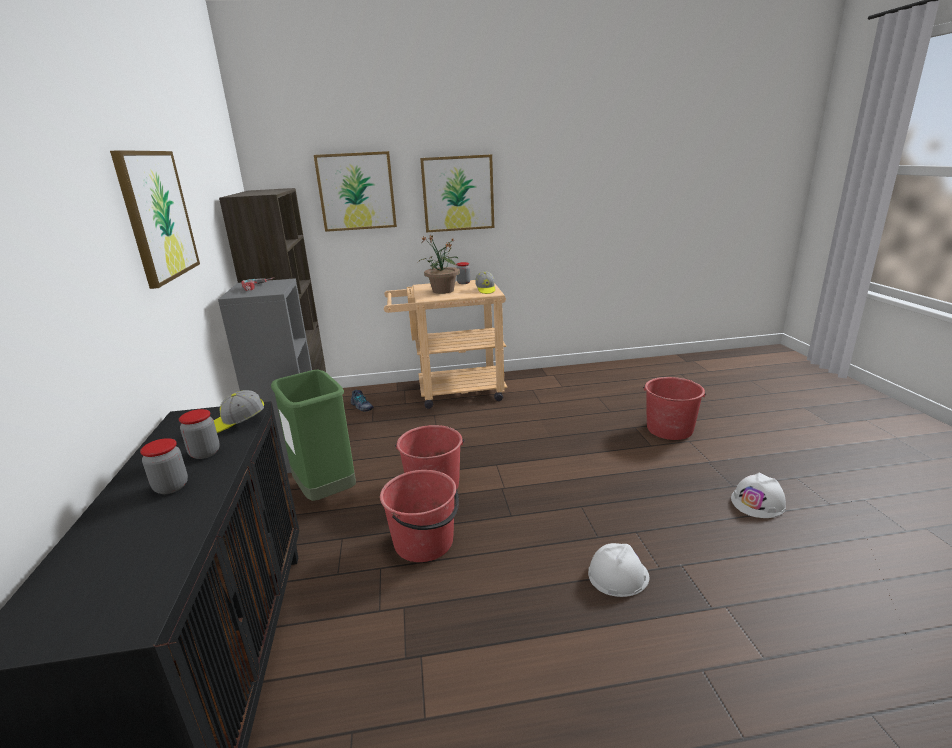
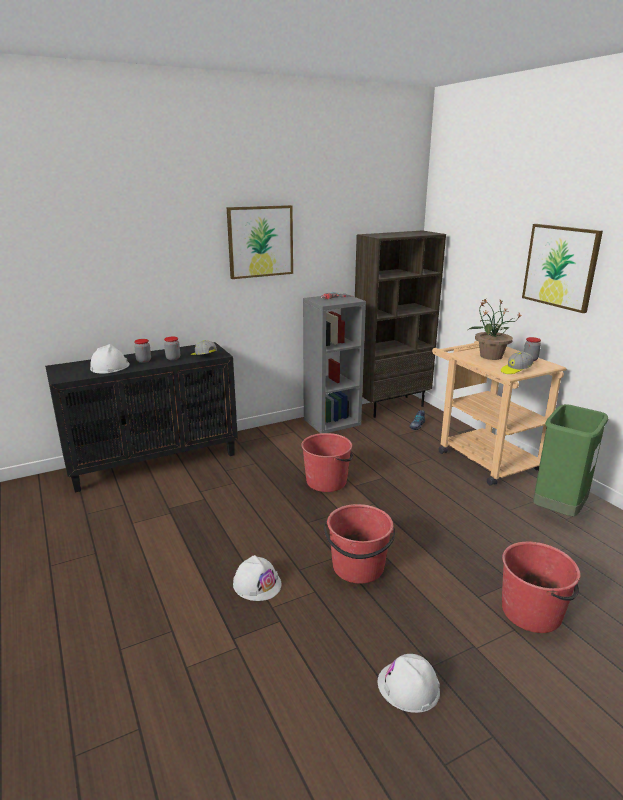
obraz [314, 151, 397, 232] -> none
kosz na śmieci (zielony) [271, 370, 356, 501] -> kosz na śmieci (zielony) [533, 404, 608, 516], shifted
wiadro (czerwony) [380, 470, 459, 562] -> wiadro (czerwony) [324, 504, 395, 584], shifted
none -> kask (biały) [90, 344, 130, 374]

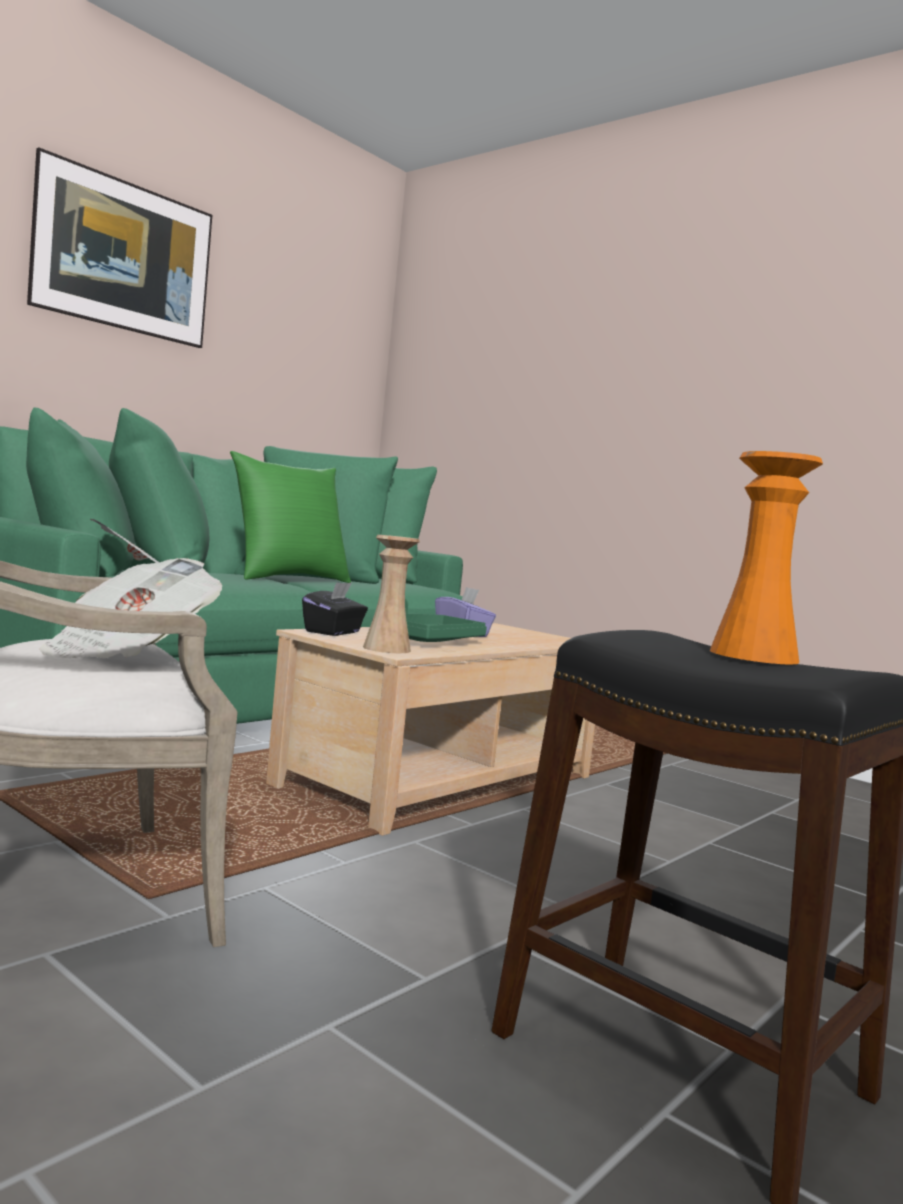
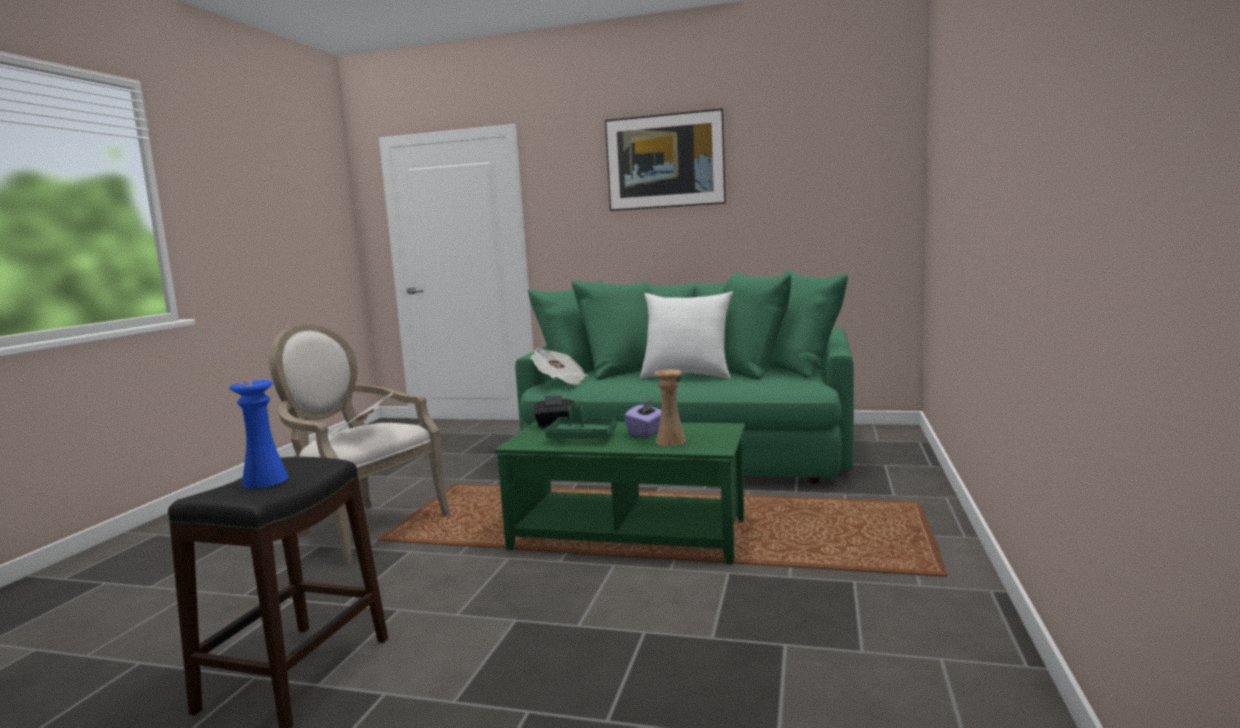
poduszka (zielony) [230, 451, 351, 583] -> poduszka (biały) [640, 291, 733, 379]
wazon (pomarańczowy) [710, 451, 823, 665] -> wazon (niebieski) [230, 380, 289, 488]
wazon (beżowy) [363, 535, 420, 653] -> wazon (beżowy) [654, 370, 686, 446], shifted
ława (beżowy) [266, 623, 595, 836] -> ława (zielony) [495, 420, 745, 564]

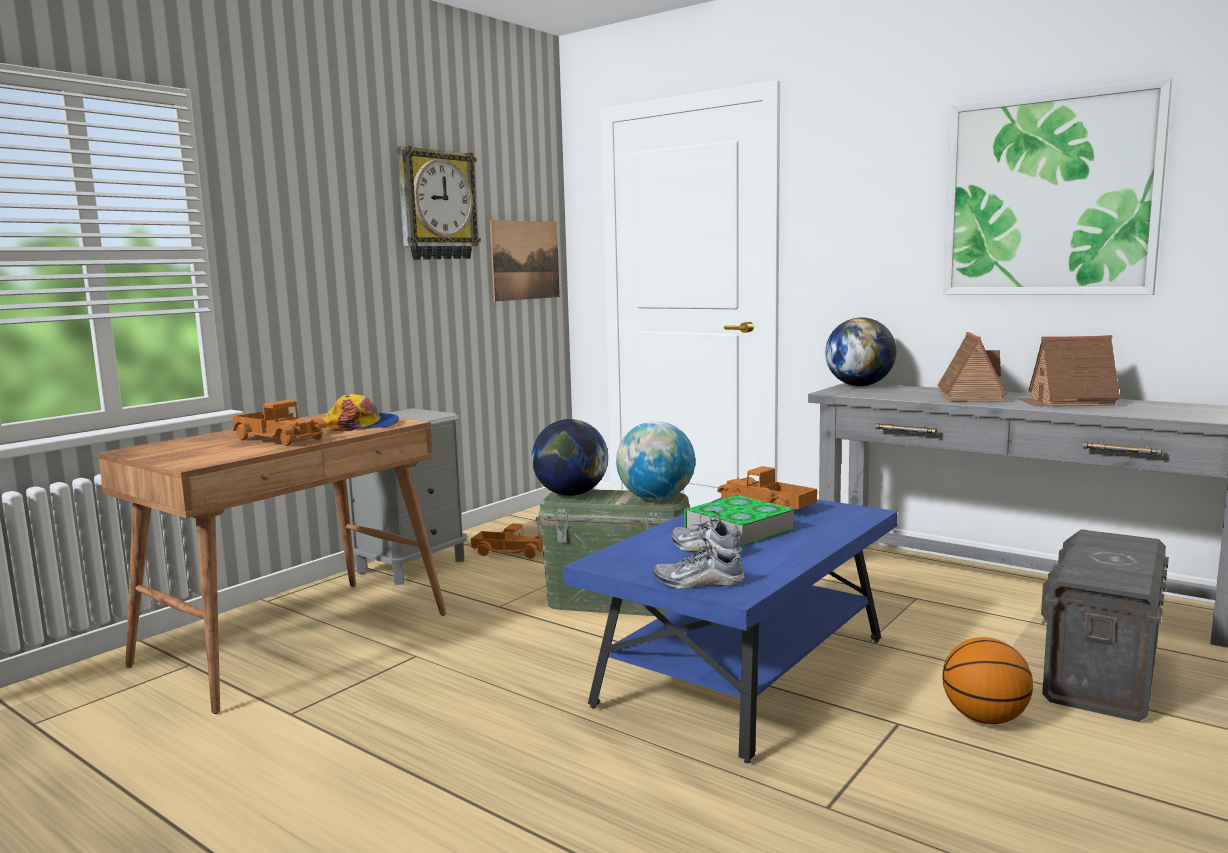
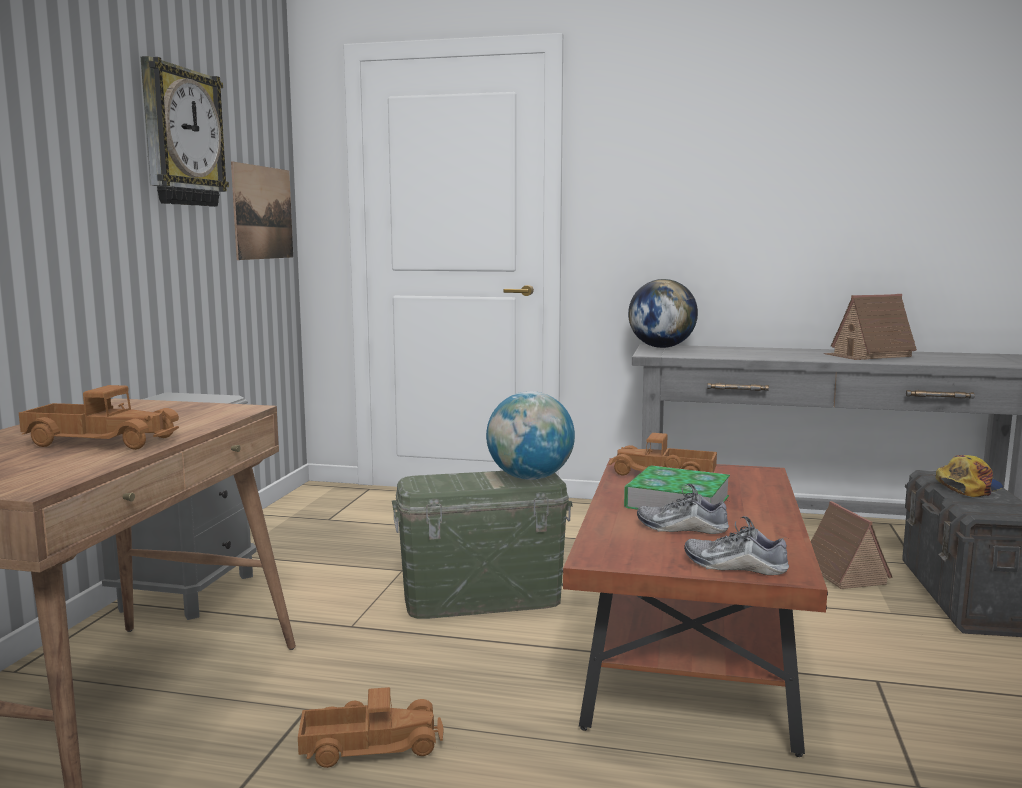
obraz [943, 78, 1172, 295] -> none
domek [937, 332, 1007, 402] -> domek [811, 501, 893, 589], shifted
czapka z daszkiem [323, 394, 399, 431] -> czapka z daszkiem [936, 455, 1003, 497], shifted
globus [531, 419, 608, 496] -> none
ława (niebieski) [563, 497, 897, 763] -> ława (brązowy) [562, 458, 828, 757]
ciężarówka zabawkowa [471, 523, 543, 559] -> ciężarówka zabawkowa [298, 687, 443, 768], shifted
but [653, 537, 745, 589] -> but [684, 516, 789, 575], 45 degrees clockwise
piłka do koszykówki [942, 637, 1033, 724] -> none

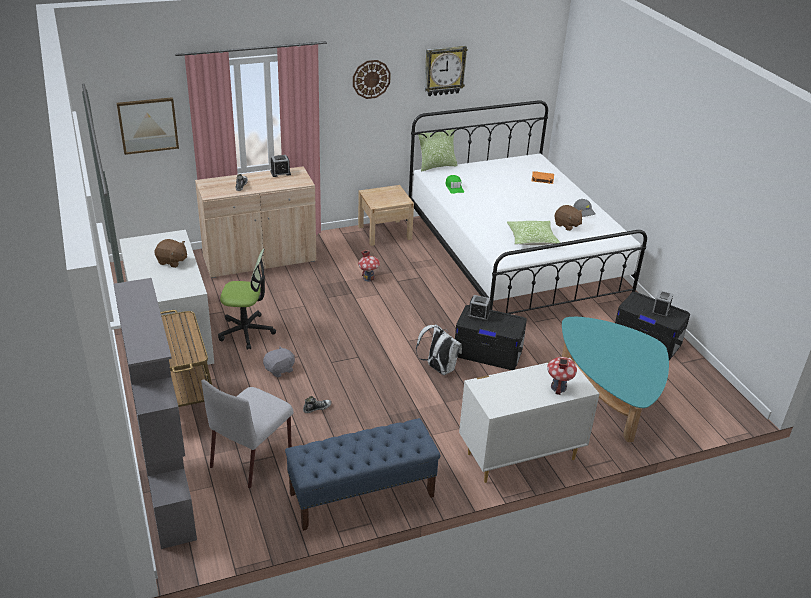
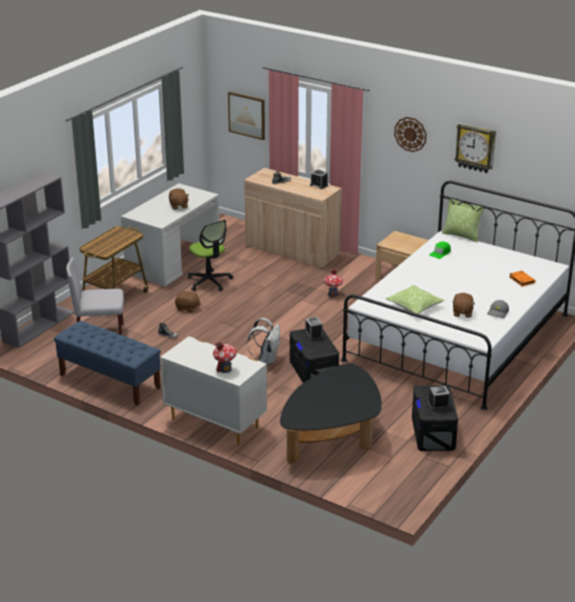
ława (turkusowy) [562, 317, 669, 442] -> ława (czarny) [280, 363, 382, 464]
pluszak (szary) [263, 346, 295, 378] -> pluszak (brązowy) [175, 291, 201, 313]

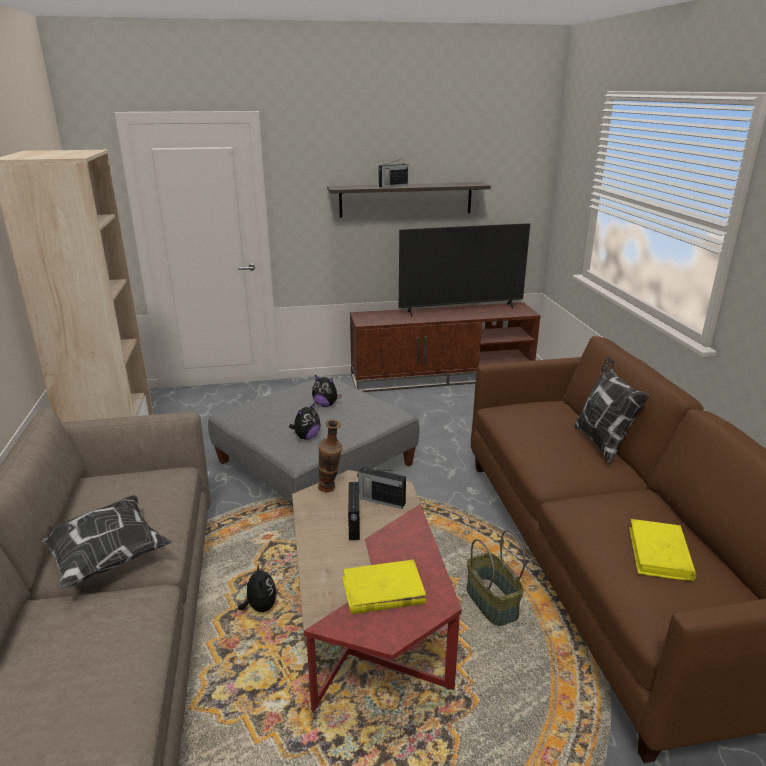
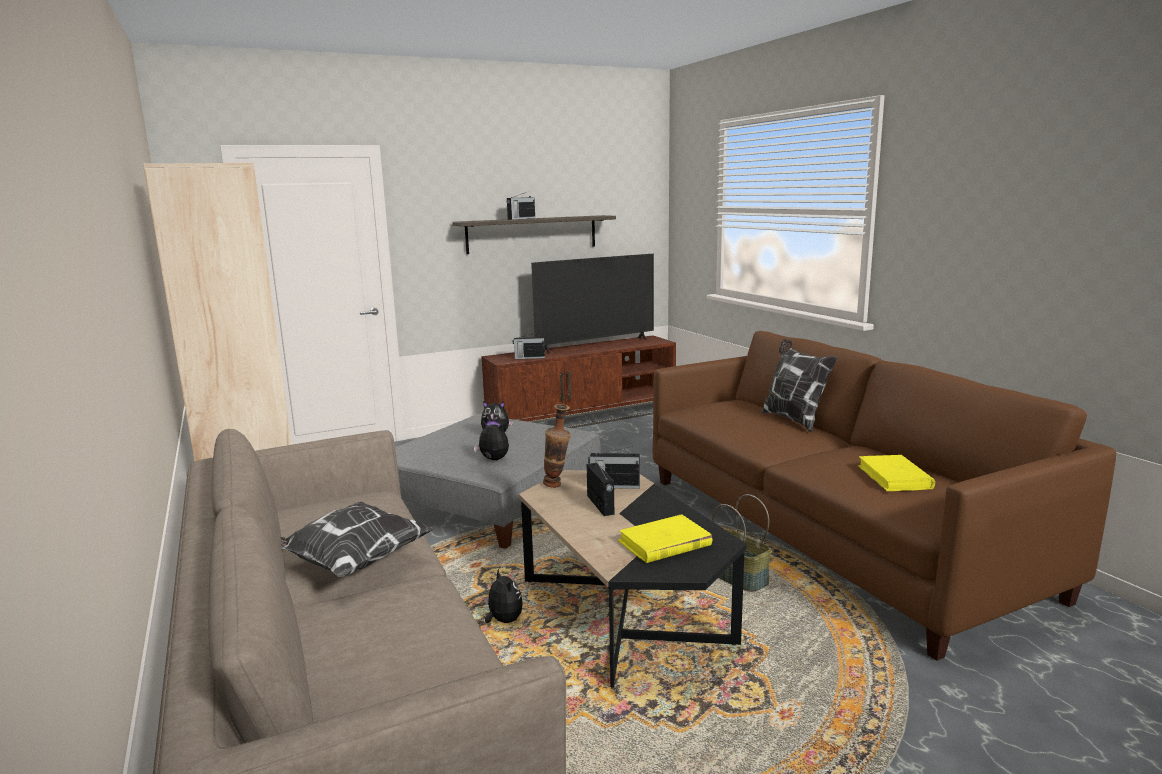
pluszak [289, 402, 321, 440] -> pluszak [474, 421, 509, 460], 90 degrees counterclockwise
ława (czerwony) [292, 470, 462, 711] -> ława (czarny) [519, 470, 747, 688]
none -> radio [513, 333, 545, 359]

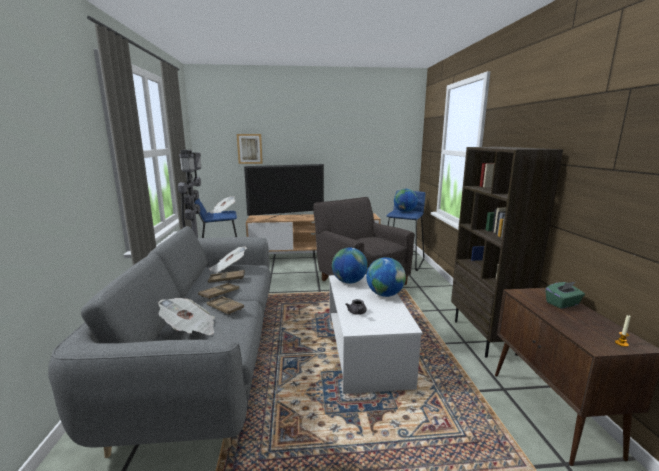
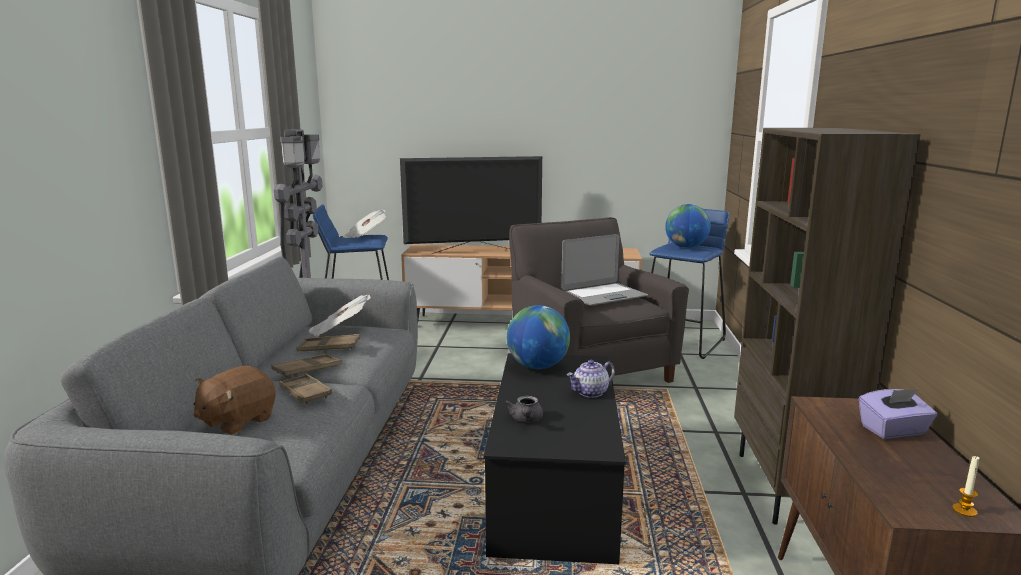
obraz [237, 134, 263, 164] -> none
globus [366, 257, 406, 297] -> imbryk [567, 360, 615, 398]
ława (biały) [329, 274, 423, 394] -> ława (czarny) [483, 353, 626, 564]
pudełko chusteczek (zielony) [545, 281, 585, 309] -> pudełko chusteczek (fioletowy) [859, 389, 937, 439]
gazeta [158, 298, 215, 335] -> pluszak (brązowy) [194, 366, 276, 435]
none -> laptop [561, 234, 648, 305]

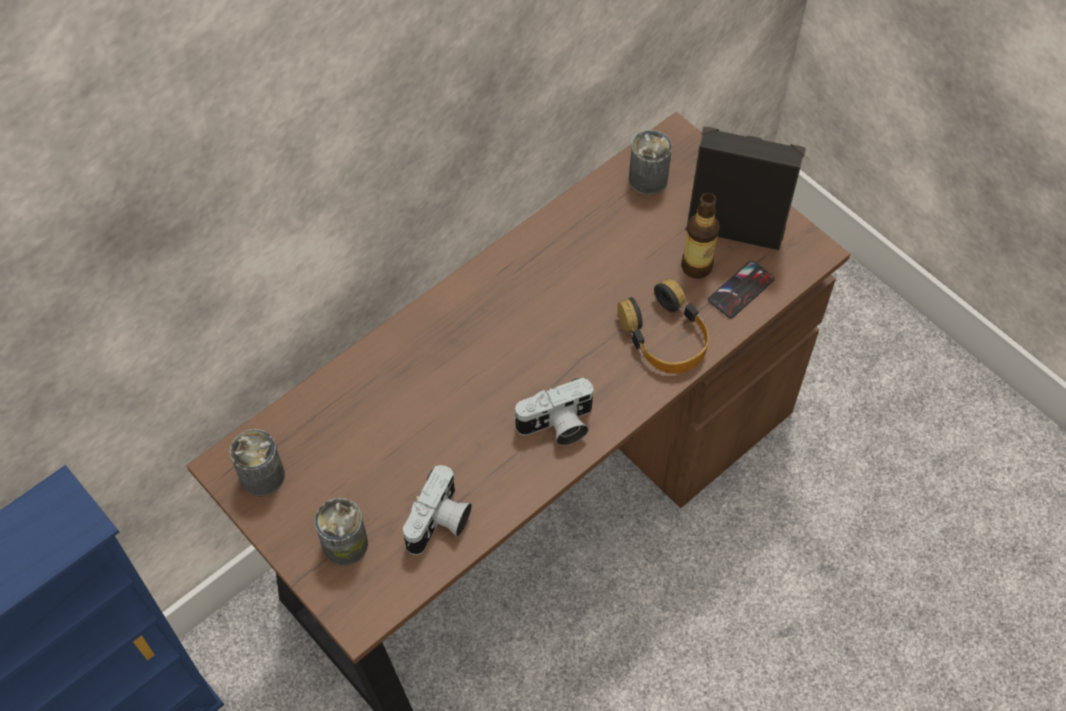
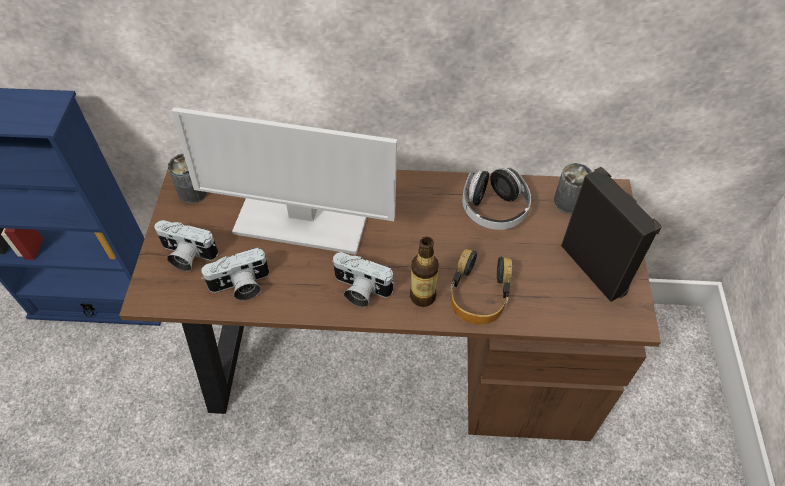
butelka [681, 193, 720, 279] -> butelka [410, 236, 439, 307], shifted
telefon [708, 261, 774, 318] -> none
puszka [315, 498, 368, 566] -> aparat fotograficzny [154, 220, 218, 271]
none -> monitor [171, 107, 397, 255]
none -> słuchawki [462, 167, 531, 230]

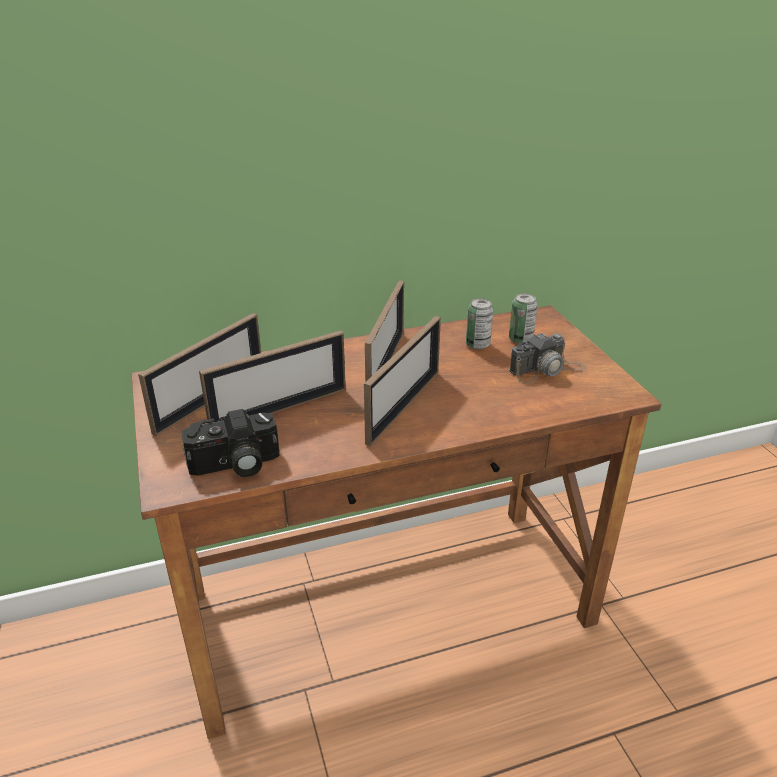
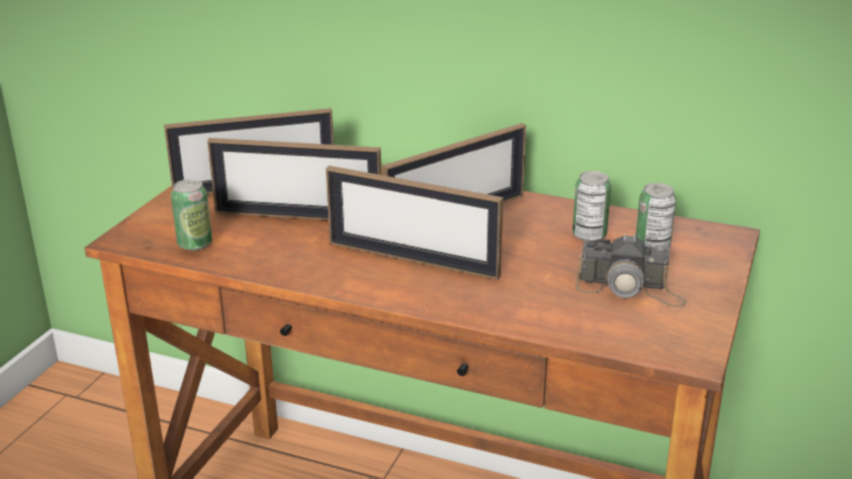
ramka na zdjęcie [364, 316, 441, 446] -> ramka na zdjęcie [326, 166, 503, 280], 45 degrees clockwise
aparat fotograficzny [181, 409, 280, 477] -> puszka [171, 179, 212, 251]

